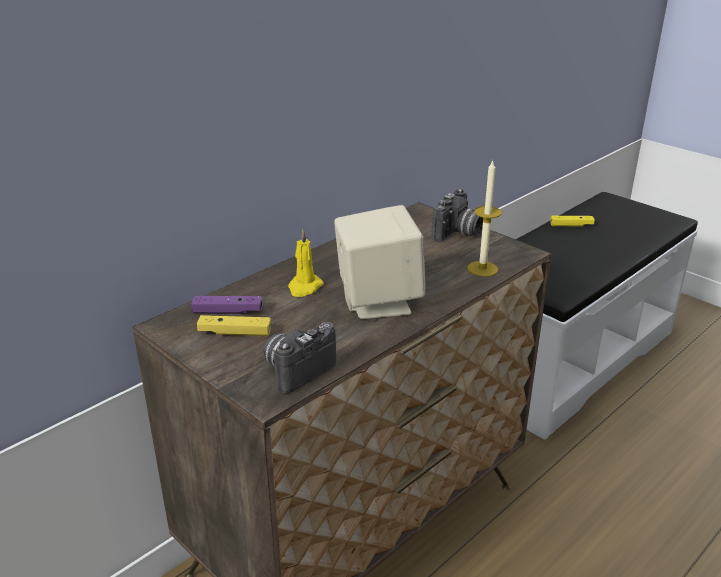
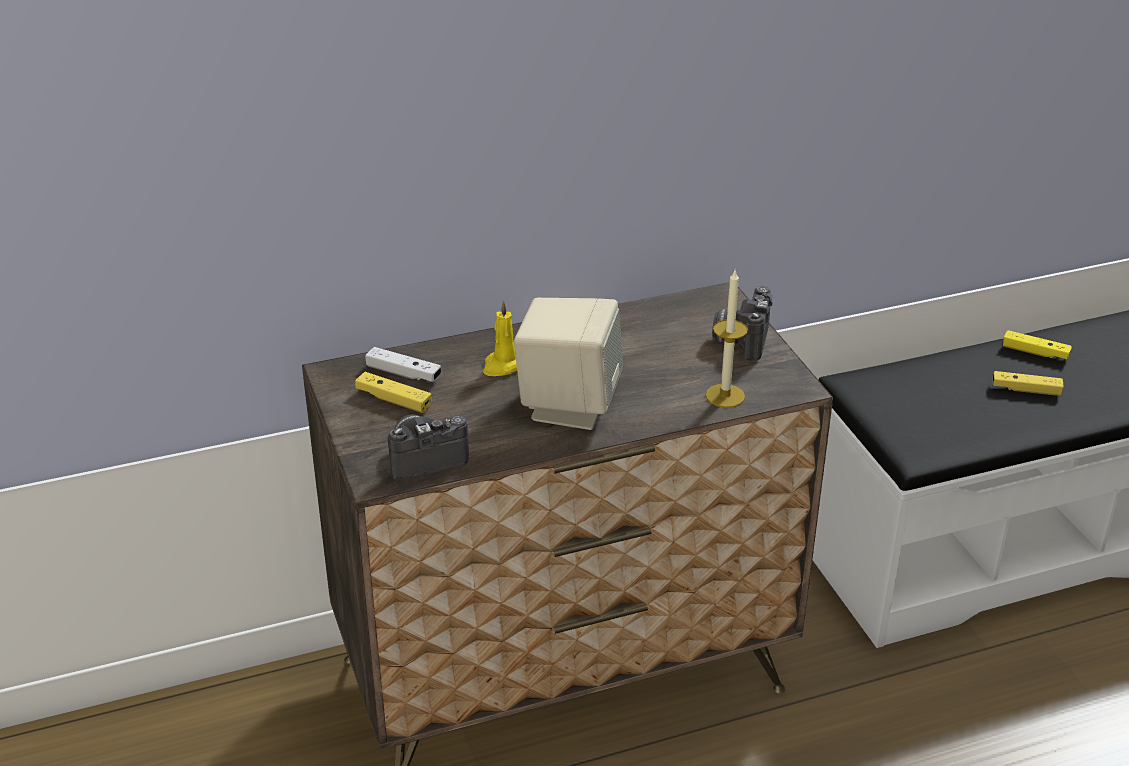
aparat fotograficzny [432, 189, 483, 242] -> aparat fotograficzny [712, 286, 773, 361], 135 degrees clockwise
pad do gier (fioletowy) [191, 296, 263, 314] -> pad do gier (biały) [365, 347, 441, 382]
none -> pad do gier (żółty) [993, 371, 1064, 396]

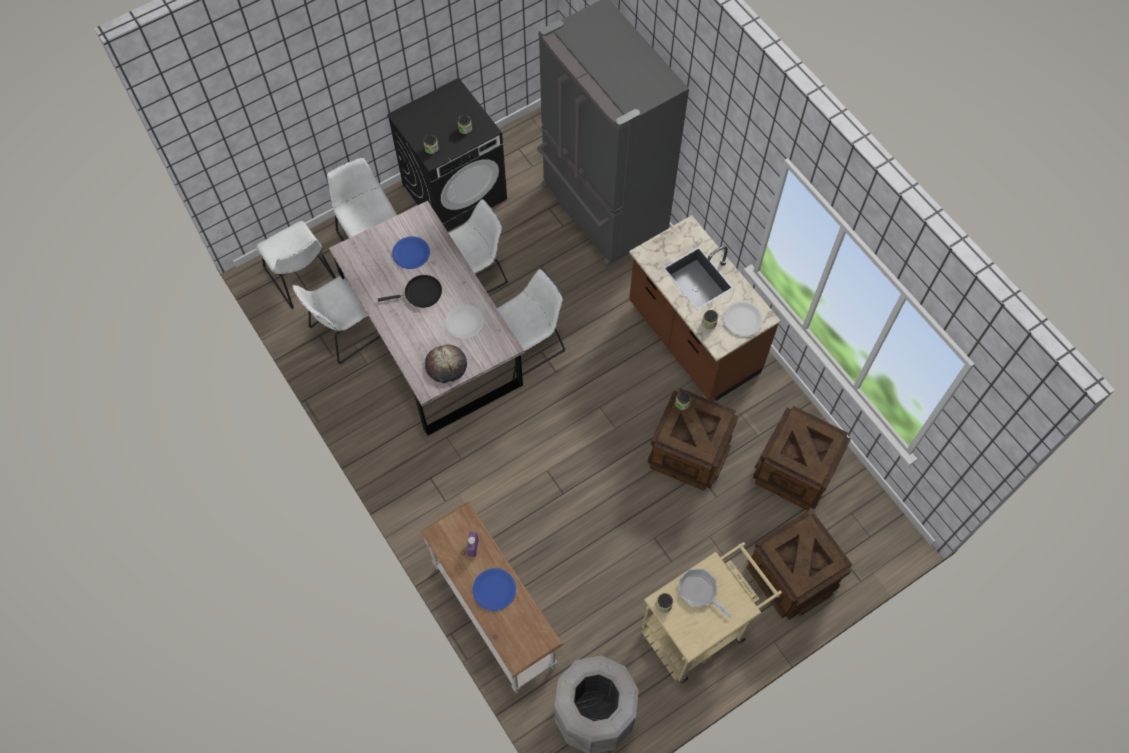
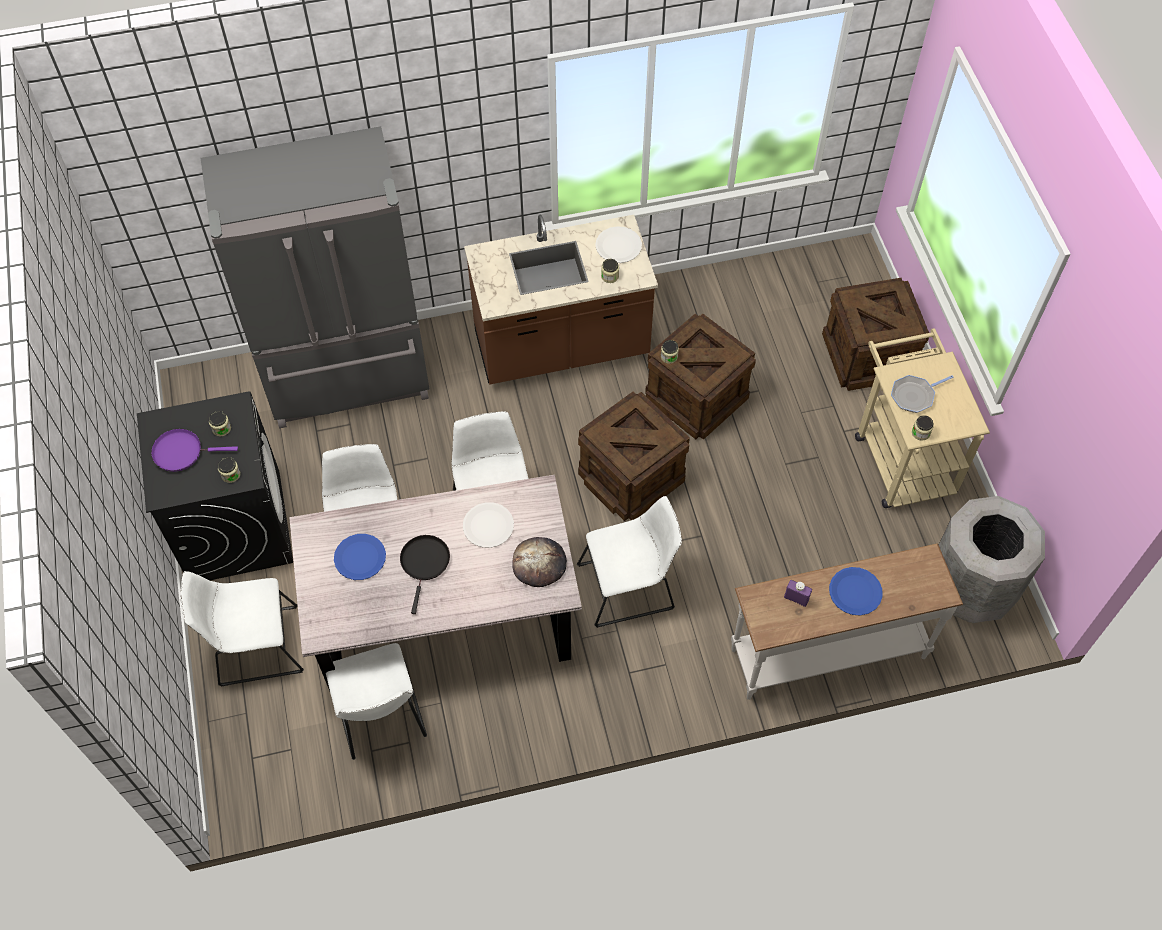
krzesło (biały) [256, 221, 336, 309] -> krzesło (biały) [577, 496, 682, 628], shifted
skrzynka [753, 406, 851, 511] -> skrzynka [578, 391, 690, 521], shifted
none -> patelnia (fioletowy) [151, 429, 238, 472]

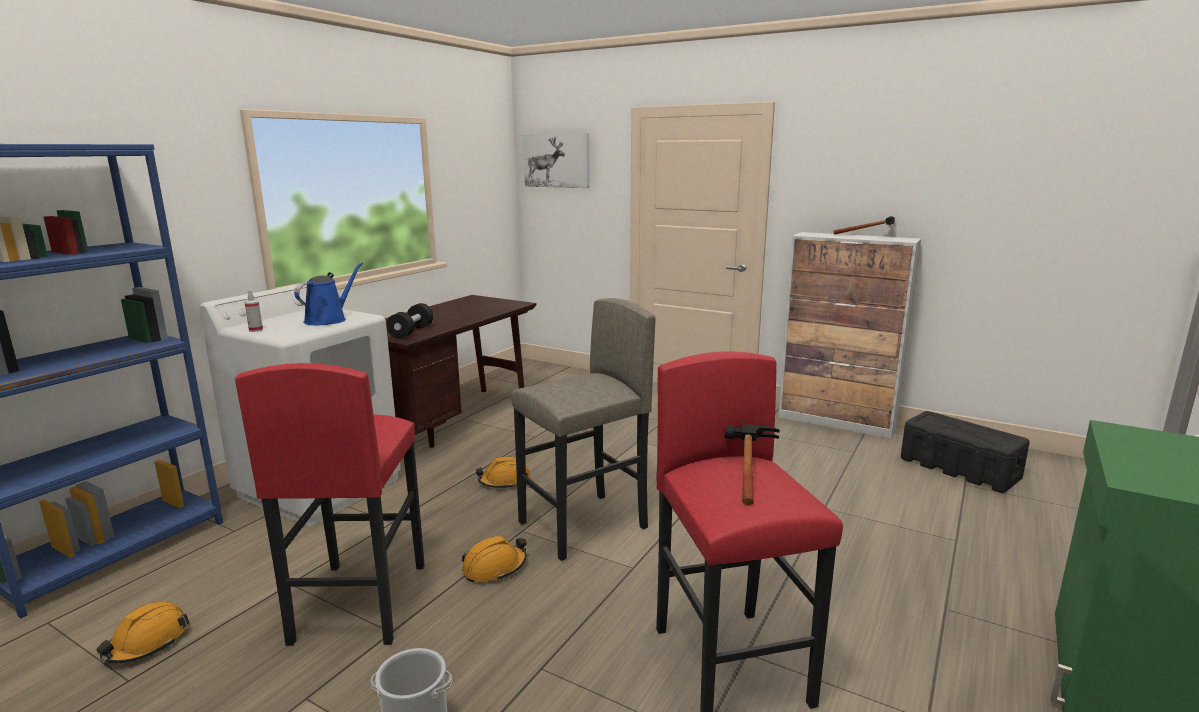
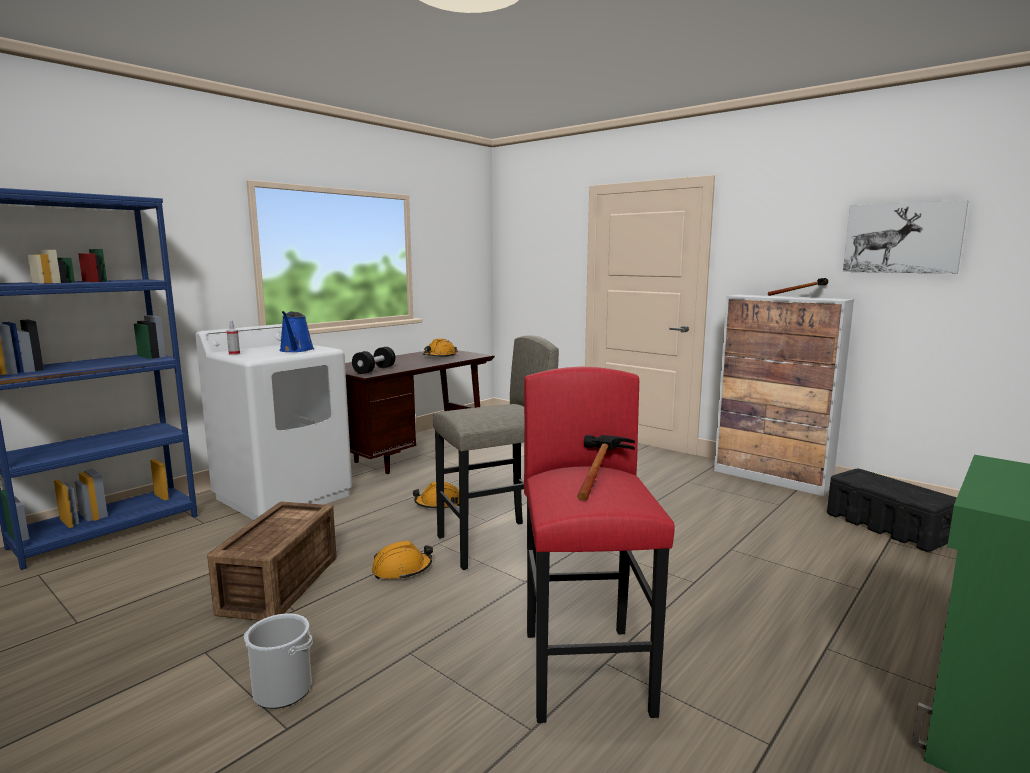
obraz [523, 133, 590, 188] -> obraz [843, 200, 969, 274], shifted
konewka (niebieski) [294, 262, 363, 325] -> konewka (niebieski) [279, 311, 314, 352], 135 degrees clockwise
stołek (czerwony) [235, 363, 425, 646] -> skrzynka [207, 502, 336, 621]
kask (pomarańczowy) [97, 602, 190, 663] -> kask (pomarańczowy) [423, 338, 458, 357], shifted

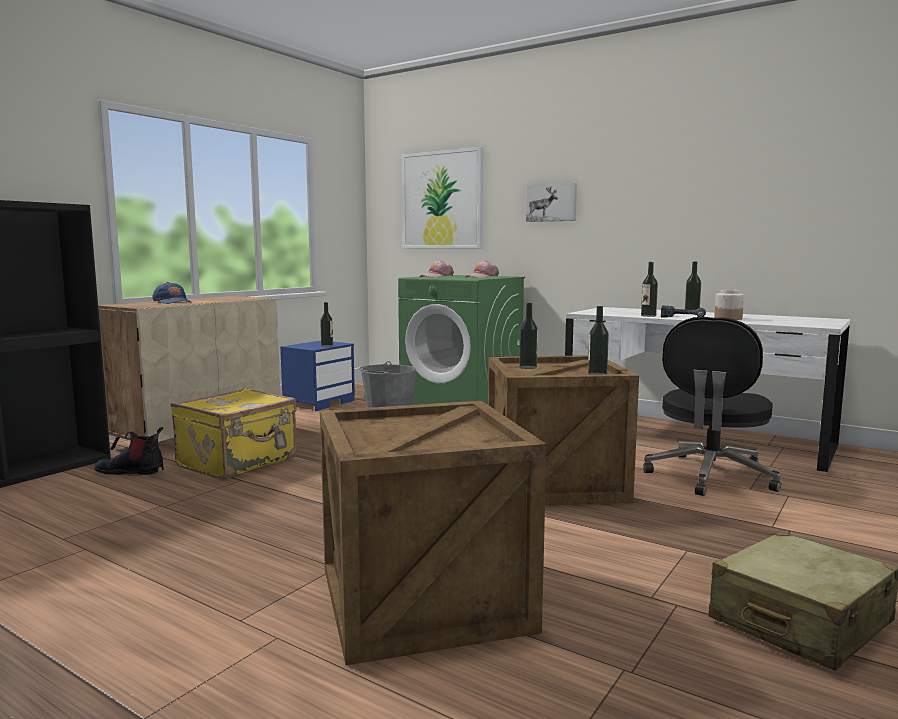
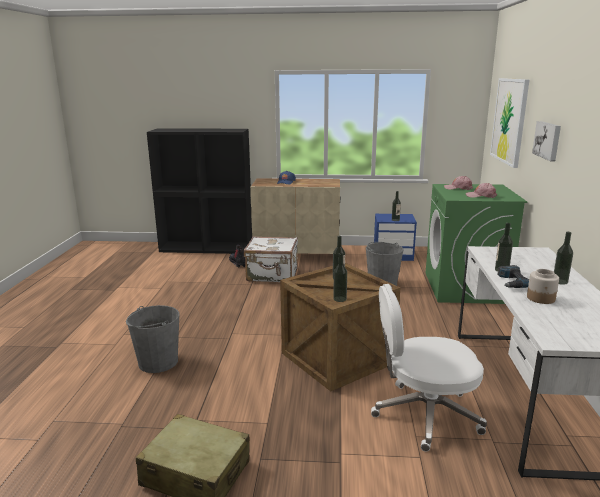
krzesło biurowe (czarny) [643, 317, 781, 496] -> krzesło biurowe (biały) [371, 284, 487, 452]
walizka (żółty) [170, 388, 297, 480] -> walizka (biały) [244, 236, 298, 282]
skrzynka [320, 401, 546, 665] -> wiadro (szary) [126, 305, 180, 373]

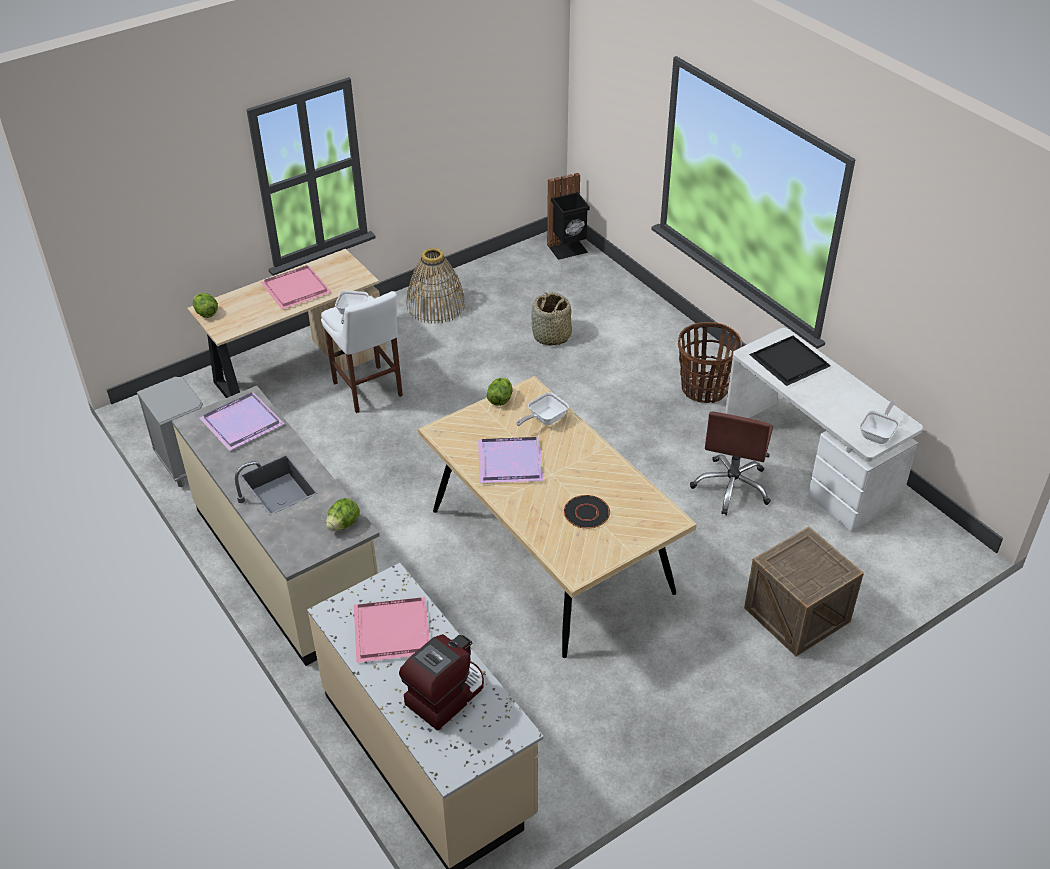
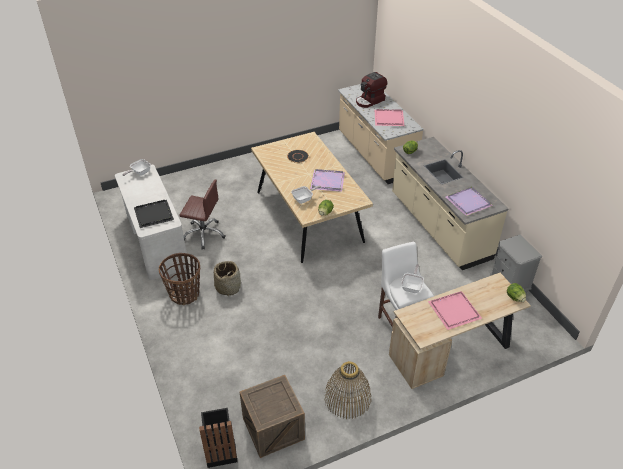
koszyk [531, 292, 572, 346] -> koszyk [214, 261, 241, 296], shifted
krzesło biurowe (brązowy) [690, 412, 773, 515] -> krzesło biurowe (brązowy) [179, 180, 226, 249], 75 degrees clockwise
skrzynka [744, 526, 864, 657] -> skrzynka [240, 375, 305, 458], shifted

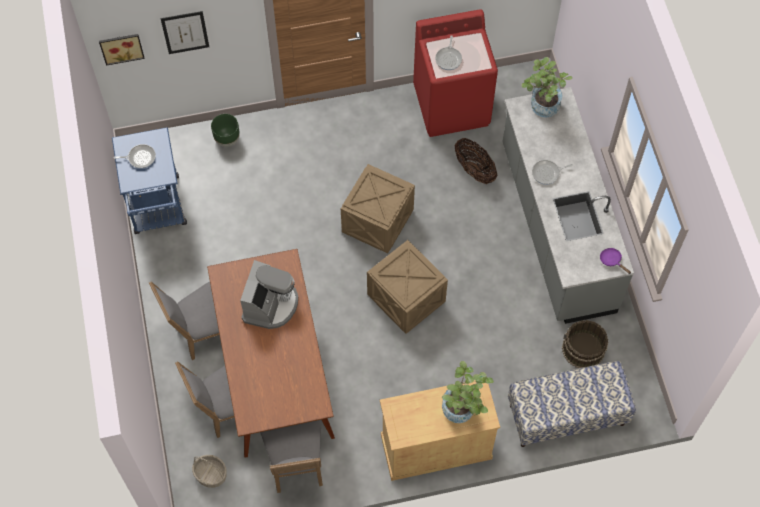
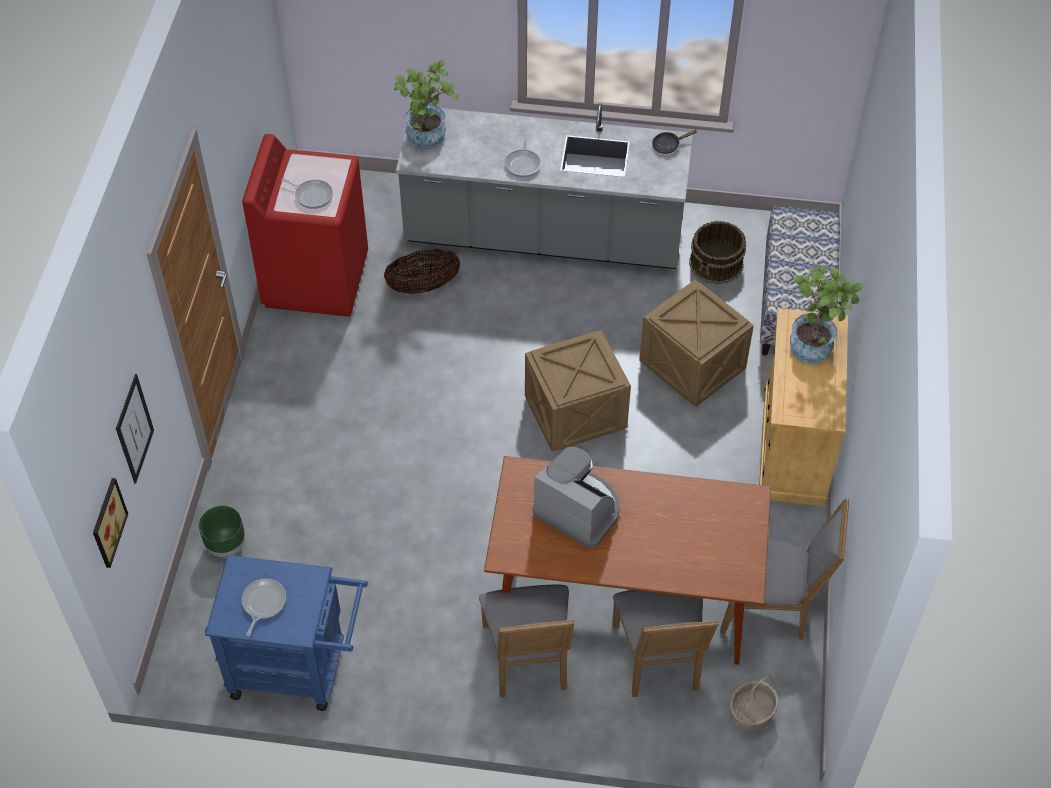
skrzynka [341, 164, 415, 253] -> skrzynka [639, 279, 754, 407], shifted
patelnia (fioletowy) [600, 248, 631, 274] -> patelnia (czarny) [652, 130, 697, 154]

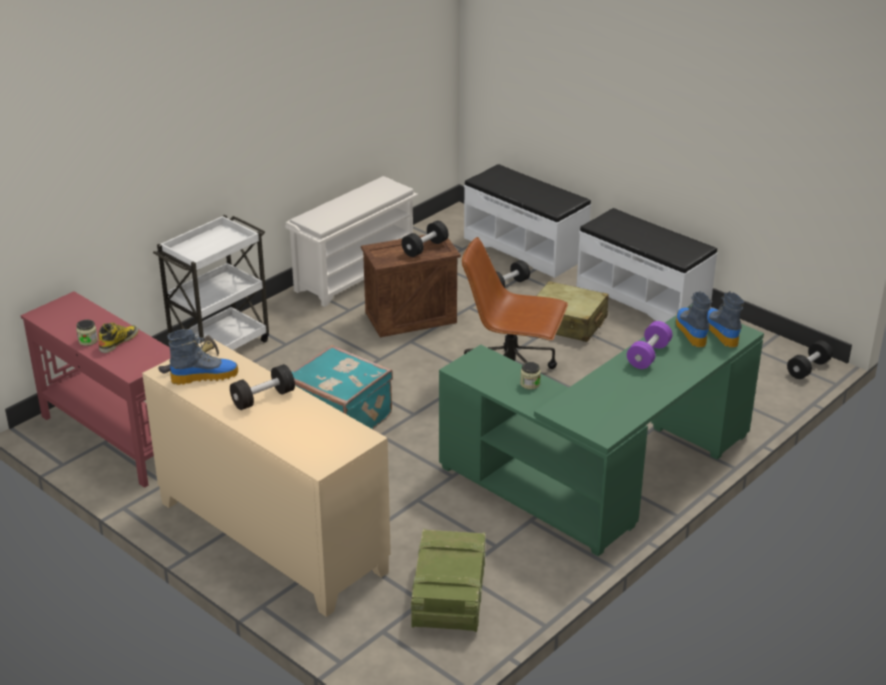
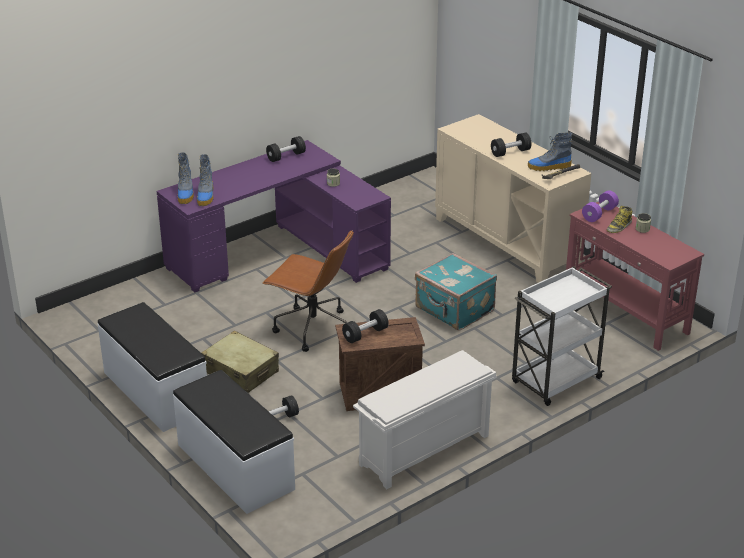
biurko (zielony) [439, 305, 764, 556] -> biurko (fioletowy) [157, 140, 391, 293]
hantel (fioletowy) [627, 321, 672, 369] -> hantel (fioletowy) [582, 190, 619, 222], shifted
hantel (czarny) [787, 340, 833, 379] -> hantel (czarny) [266, 136, 306, 162], shifted
skrzynka [411, 529, 486, 632] -> none

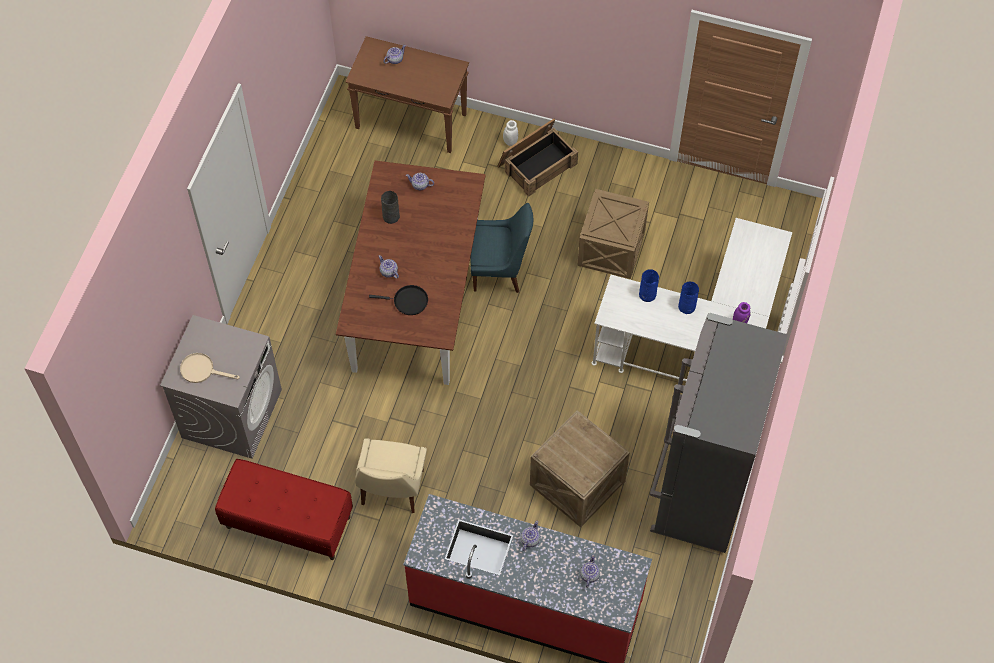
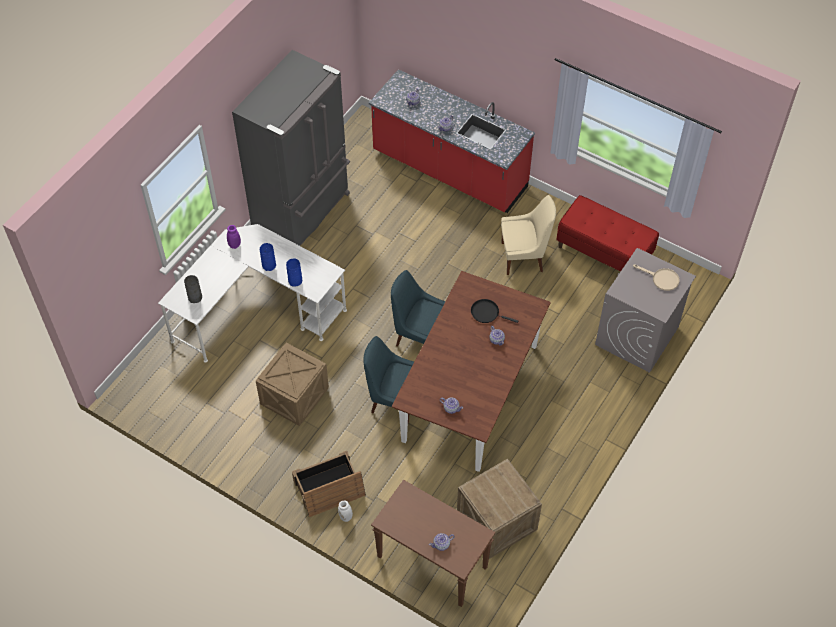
wazon (szary) [381, 191, 400, 224] -> wazon (szary) [184, 275, 202, 303], shifted
skrzynka [530, 410, 630, 527] -> skrzynka [457, 459, 542, 559], shifted
krzesło (beżowy) [355, 438, 427, 513] -> krzesło (beżowy) [501, 195, 556, 275], 60 degrees clockwise
none -> krzesło (niebieski) [391, 270, 445, 346]

